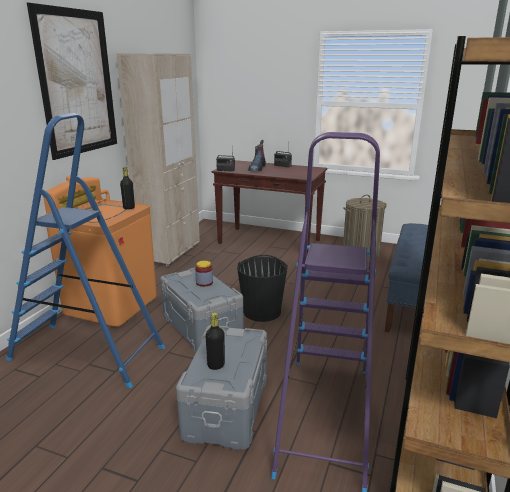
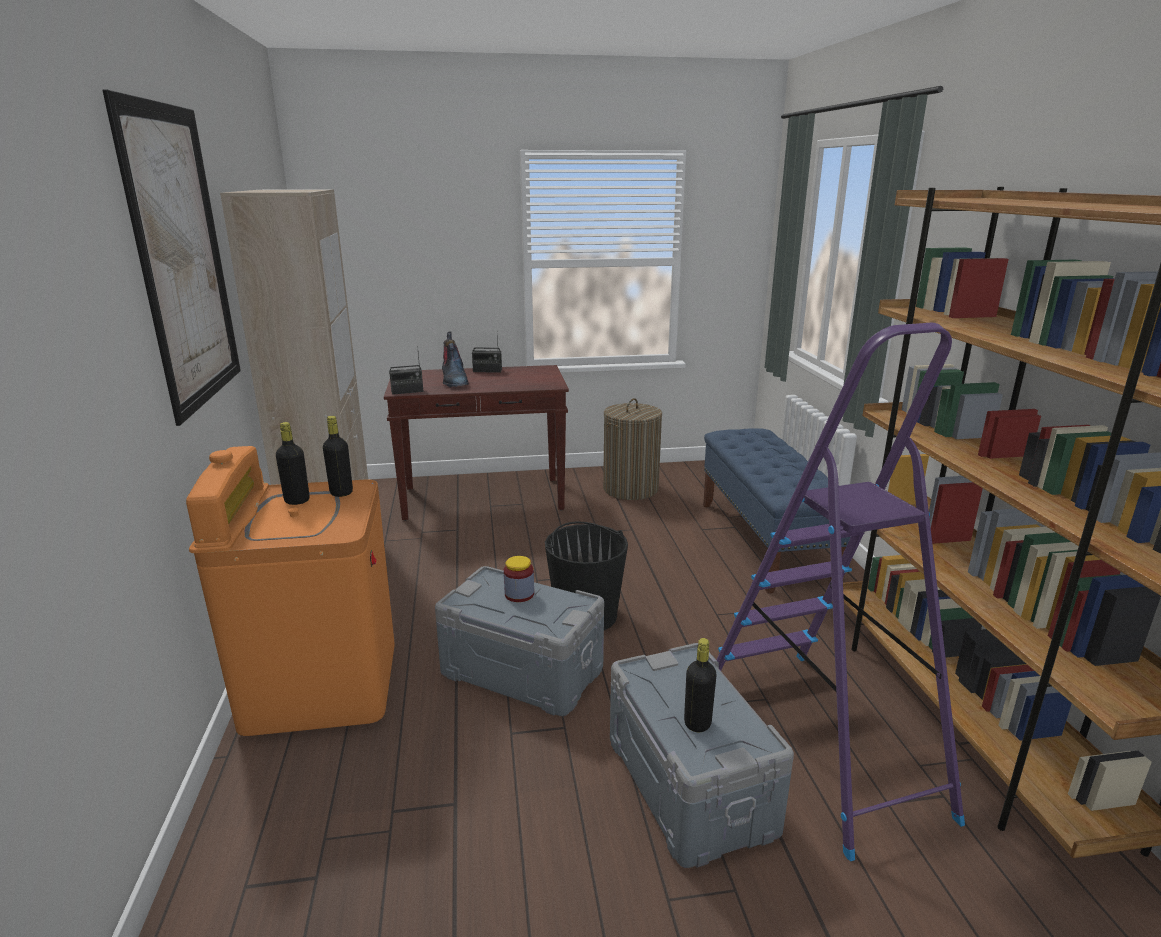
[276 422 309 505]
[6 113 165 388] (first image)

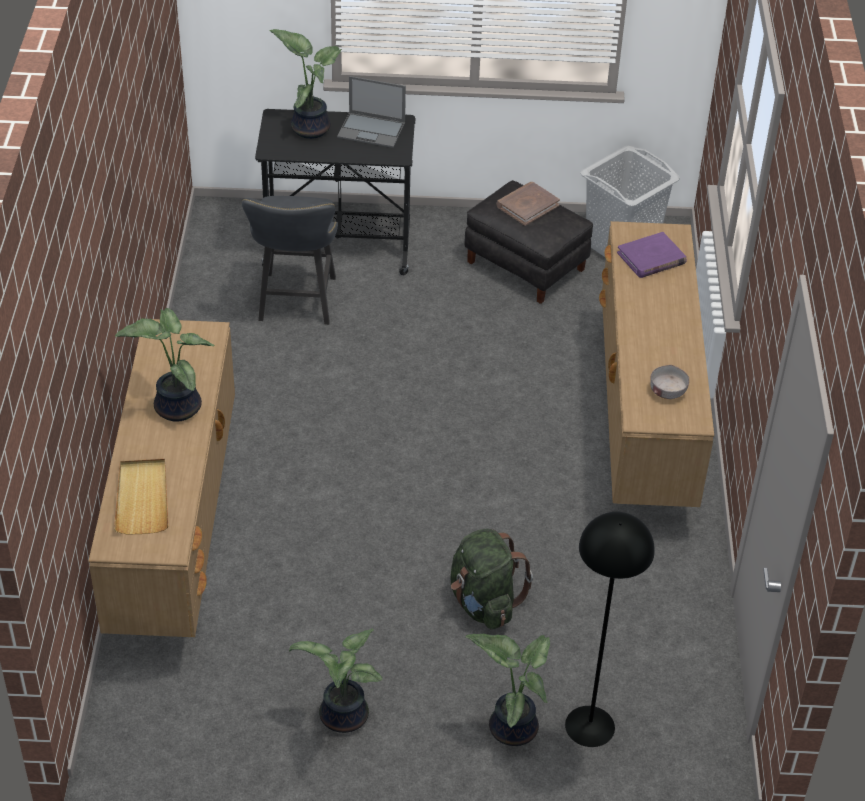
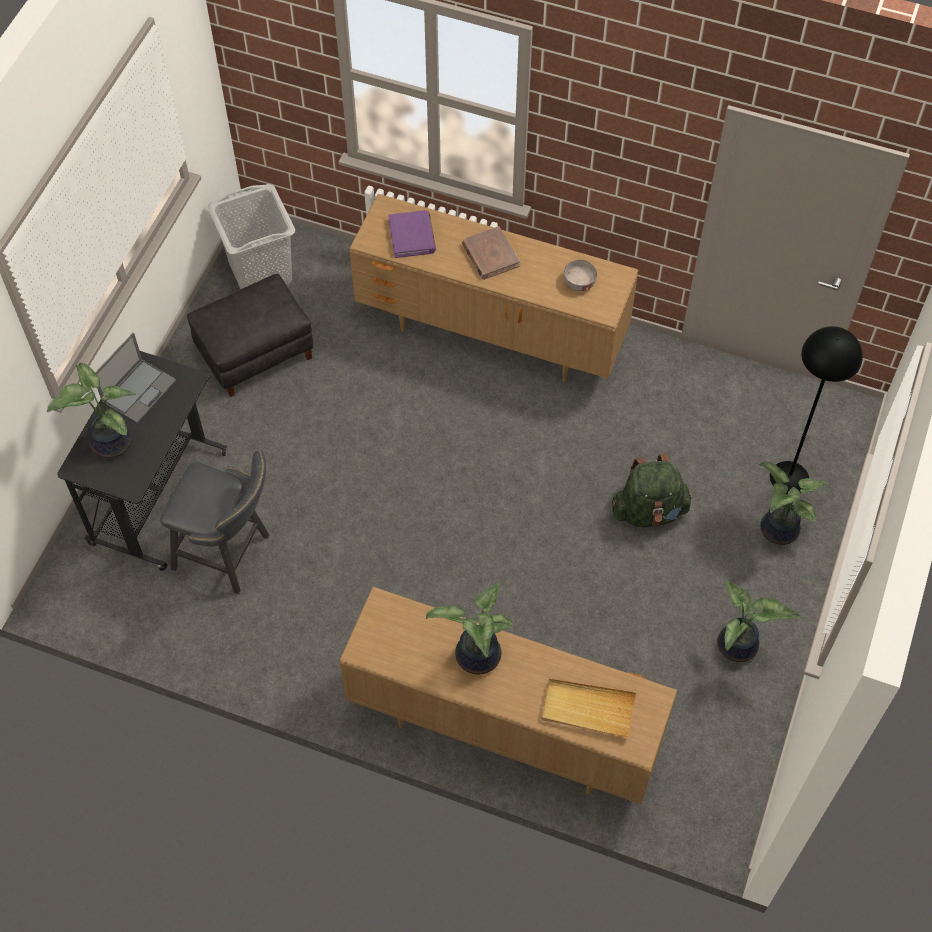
[462 226 520 280]

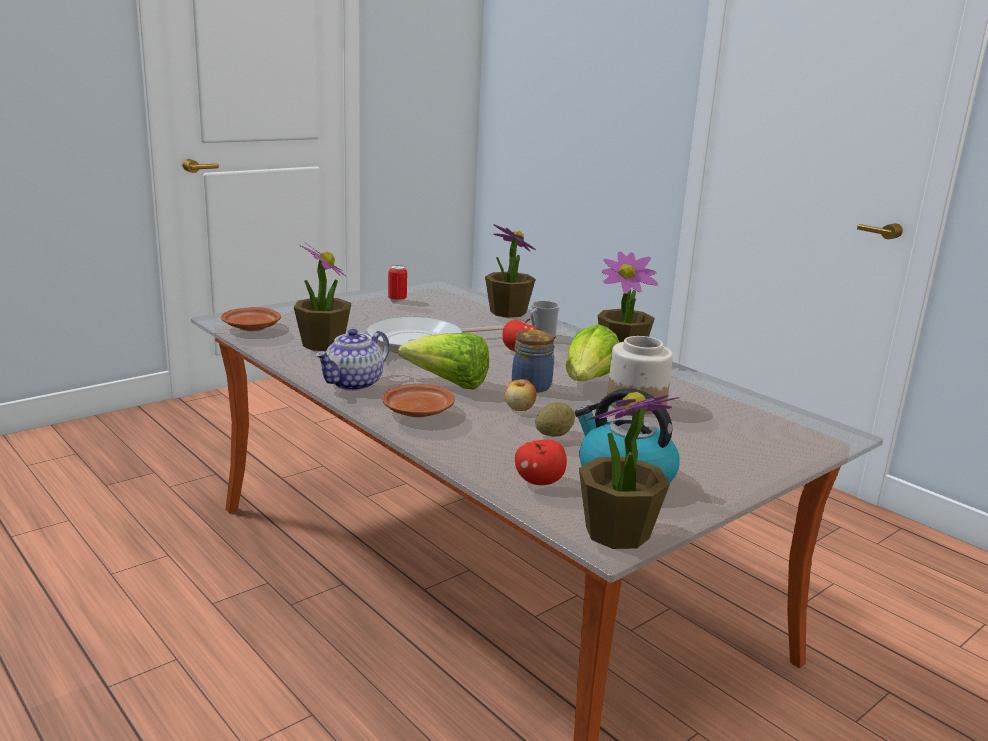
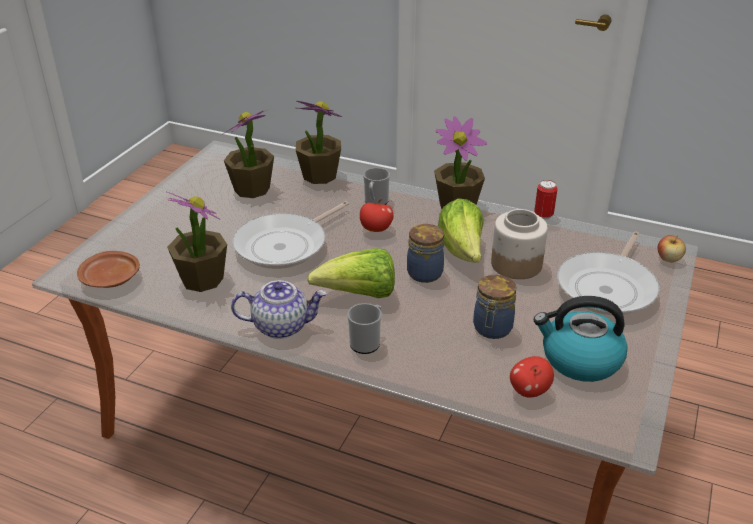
[223 110 274 198]
[231 280 327 339]
[347 303 382 354]
[473 275 517 339]
[534 180 558 220]
[557 232 660 315]
[657 235 686 263]

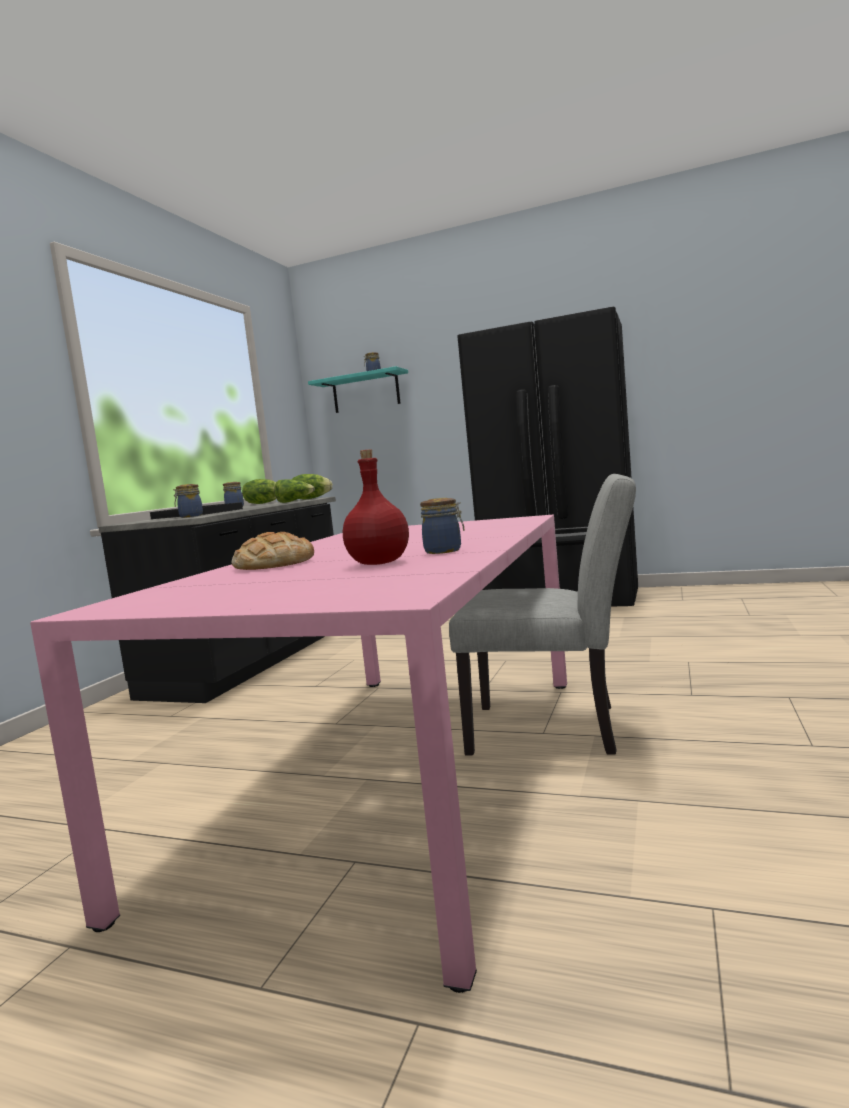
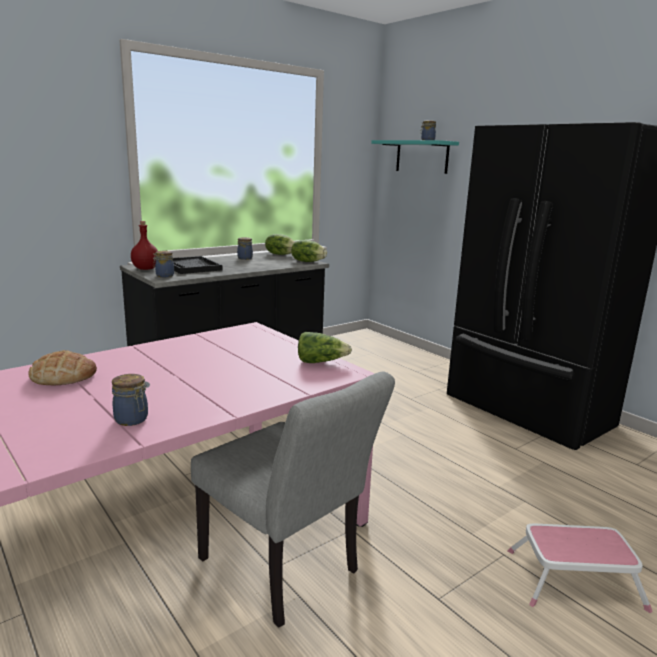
[131 221 158 270]
[298 332 352 363]
[507 524 652 613]

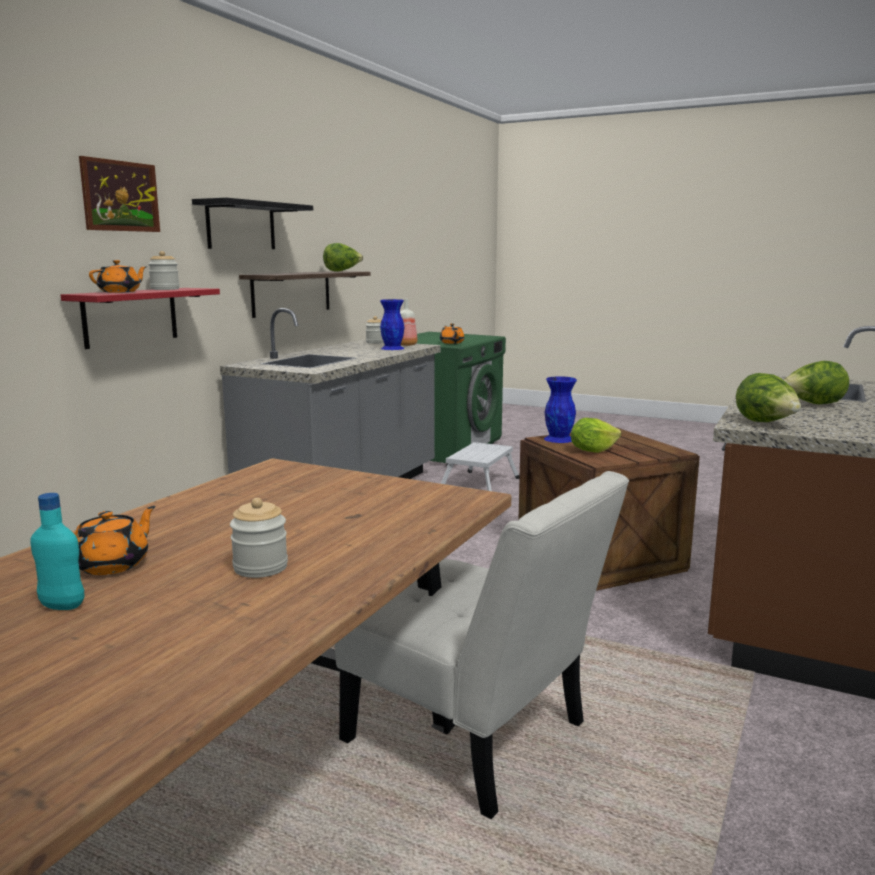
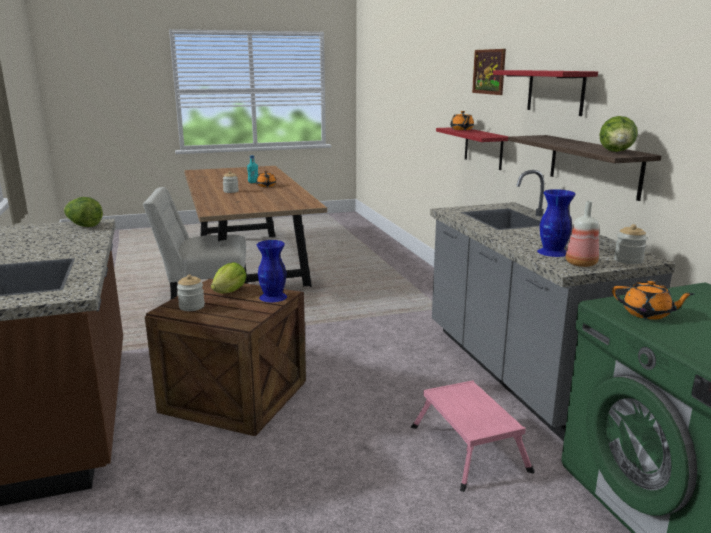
[177 275 205 311]
[410 380 535 492]
[493 70 598 116]
[783 361 849 405] (first image)

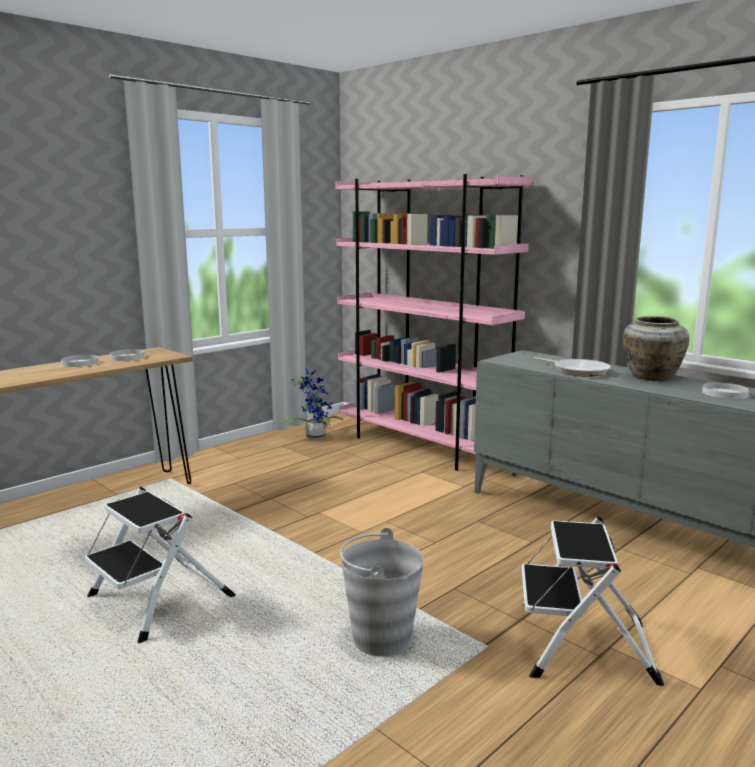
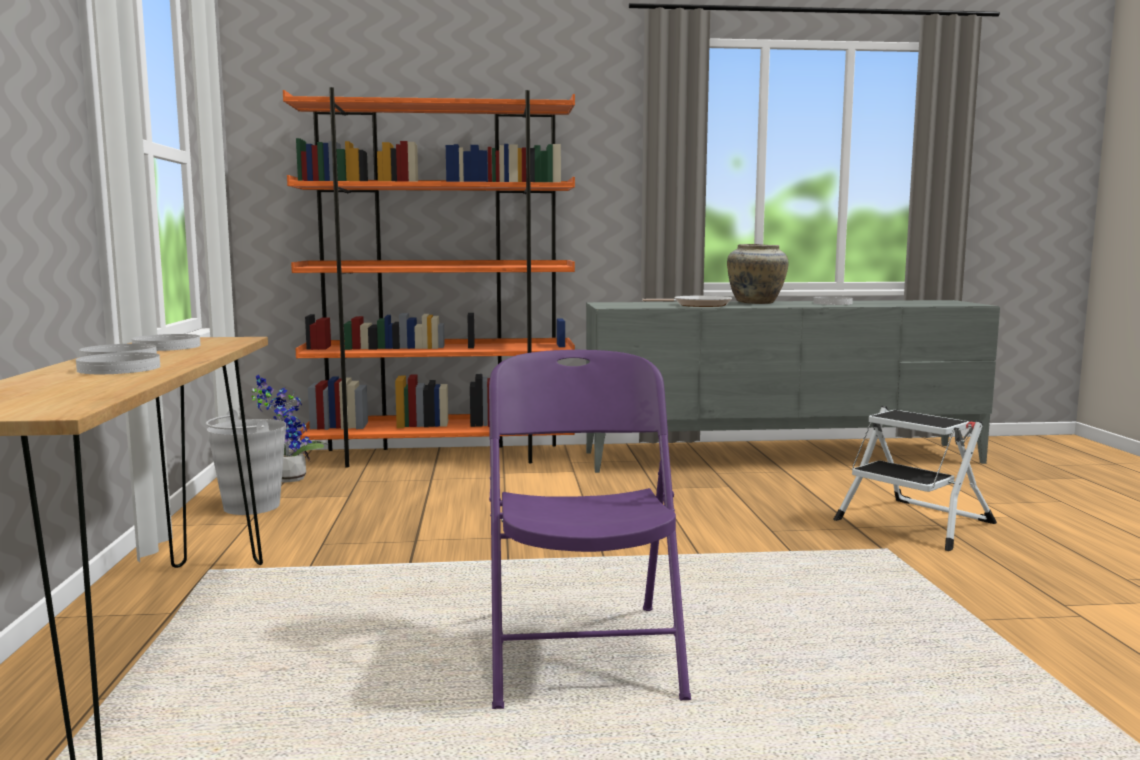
[76 352 160 374]
[206 410 286 515]
[283 87 575 468]
[489 350 691 709]

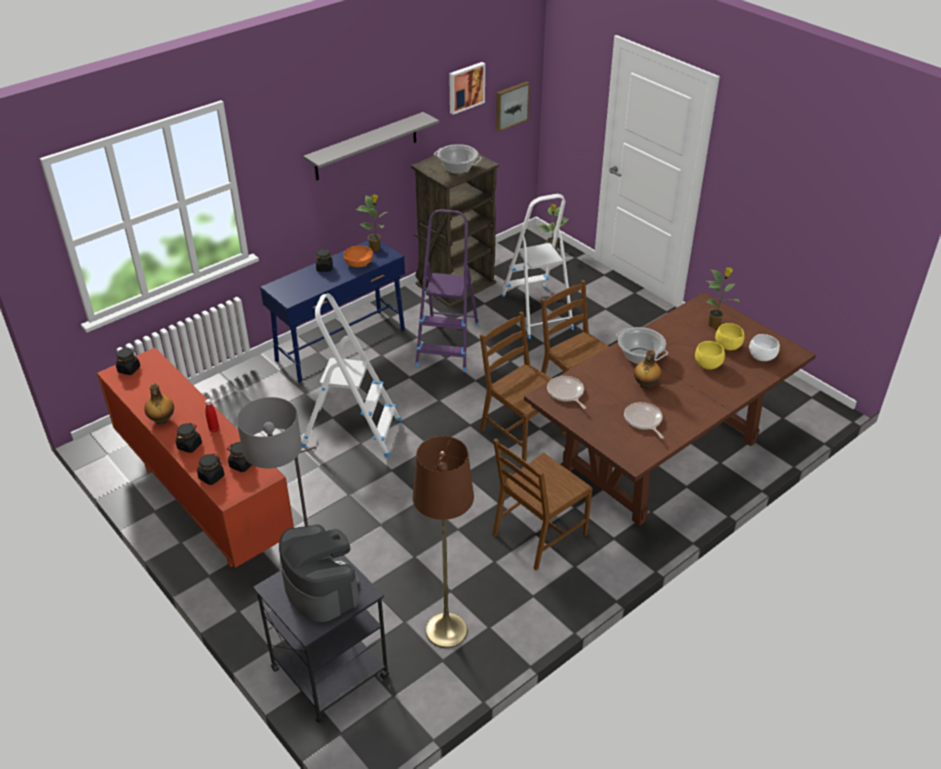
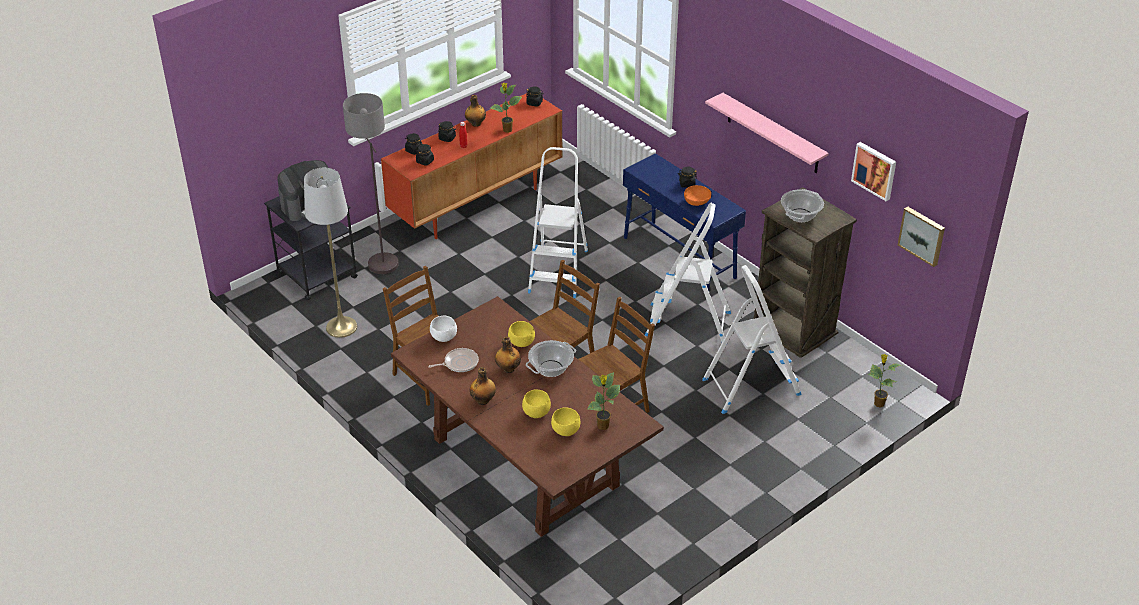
[304 168 357 338]
[430 316 457 342]
[470 367 496 405]
[490 83 522 133]
[508 321 535 347]
[645 203 731 345]
[705 93 829 173]
[547 376 586 409] (first image)

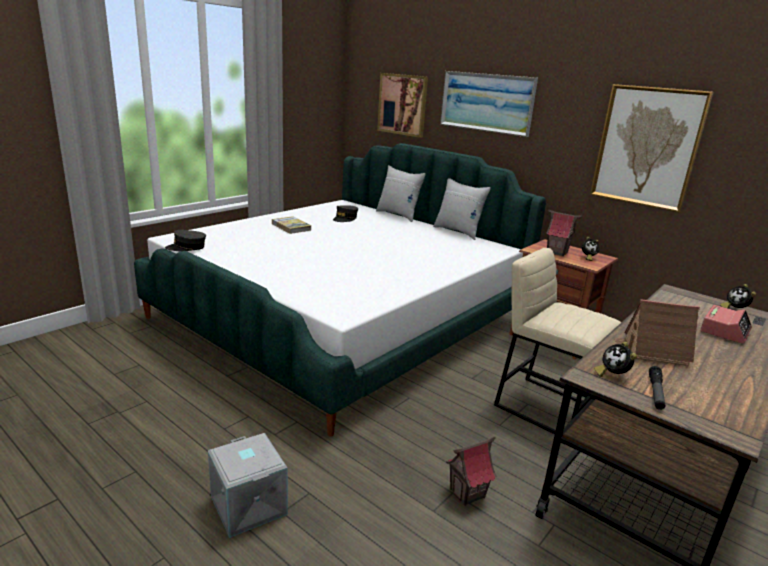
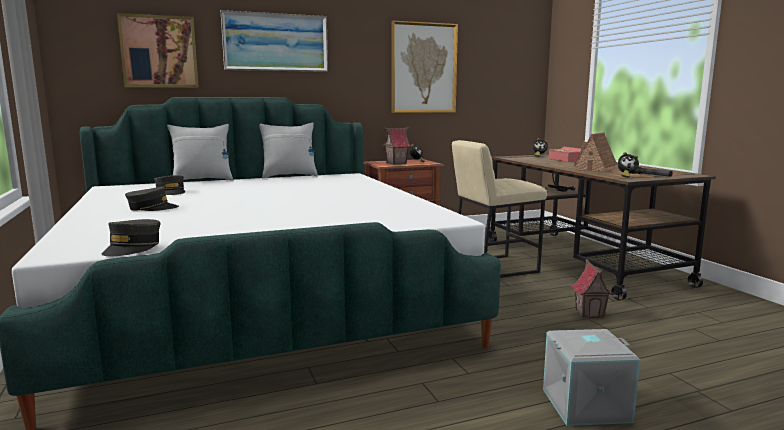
[125 186 179 211]

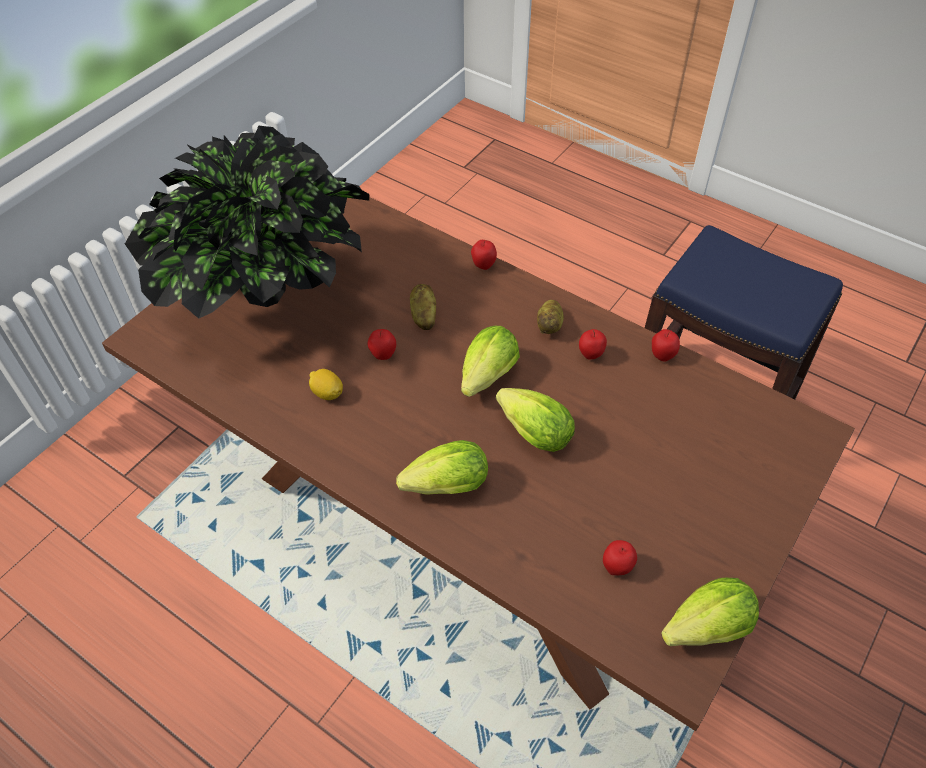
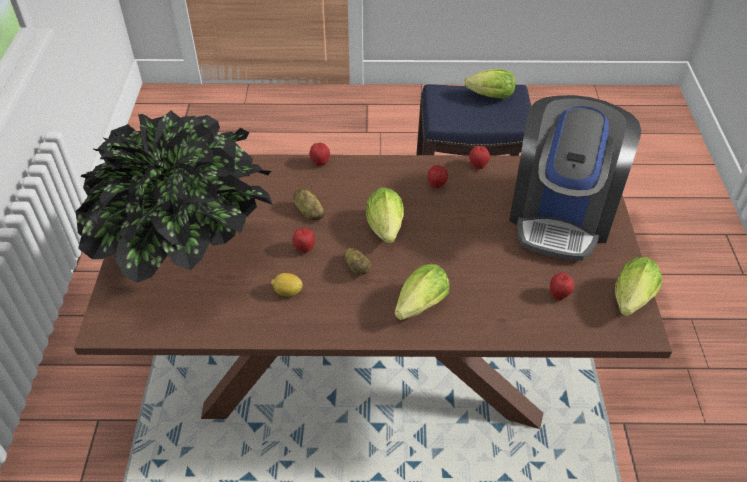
[344 248 371 277]
[464 69 516 99]
[509 95 641 261]

